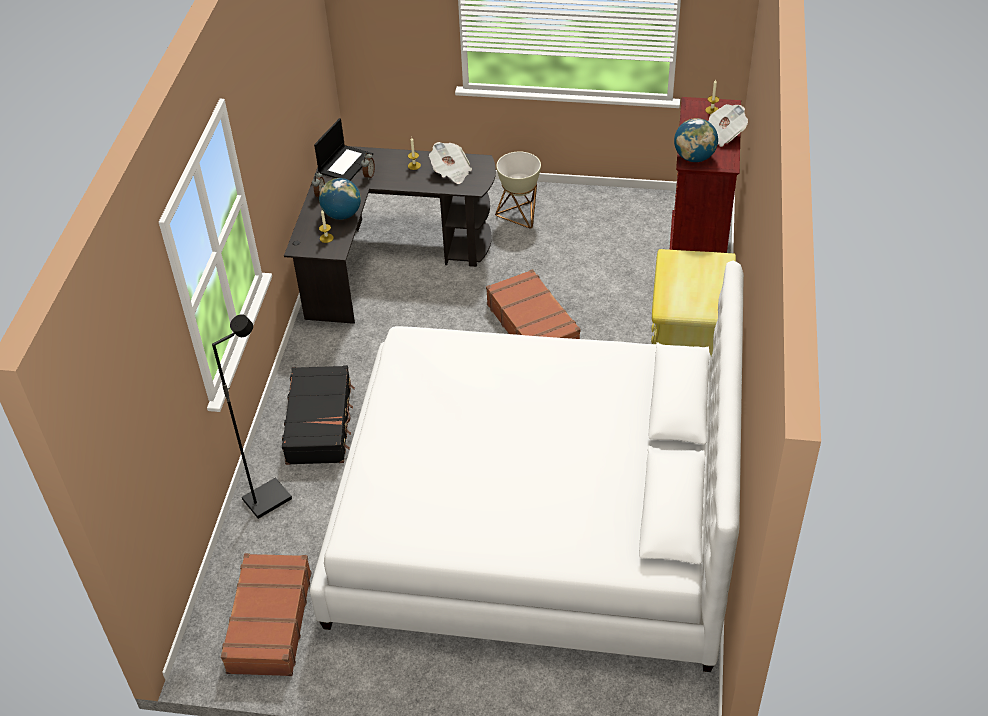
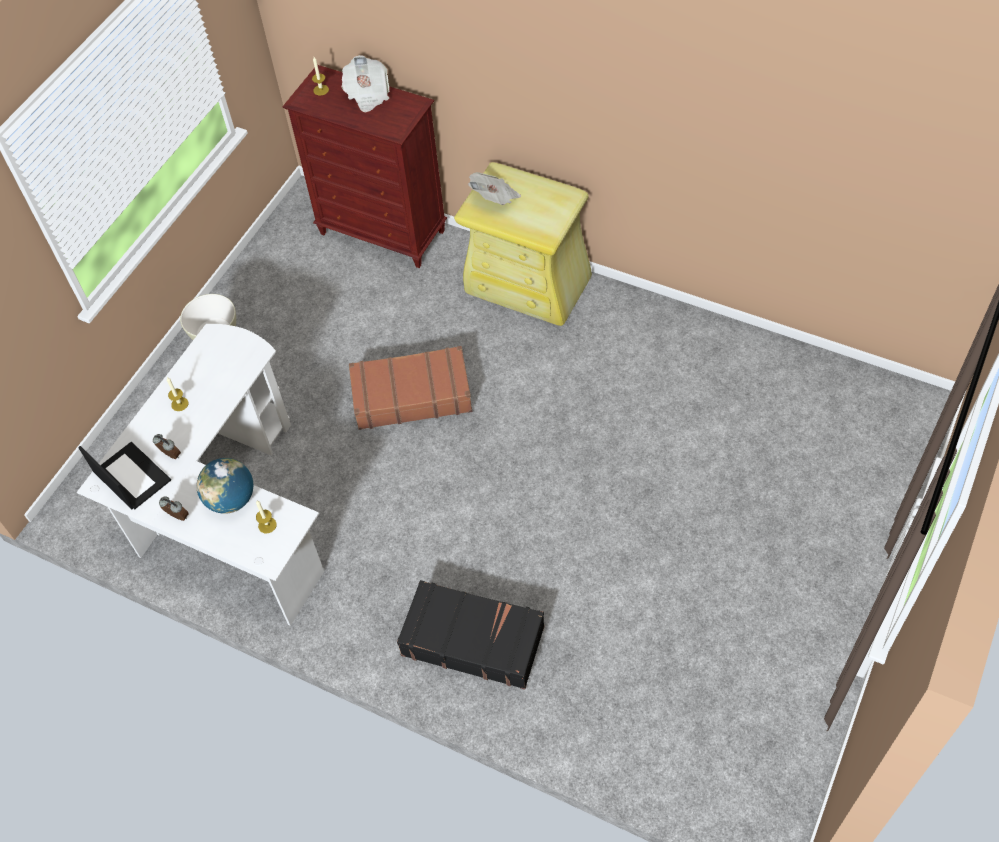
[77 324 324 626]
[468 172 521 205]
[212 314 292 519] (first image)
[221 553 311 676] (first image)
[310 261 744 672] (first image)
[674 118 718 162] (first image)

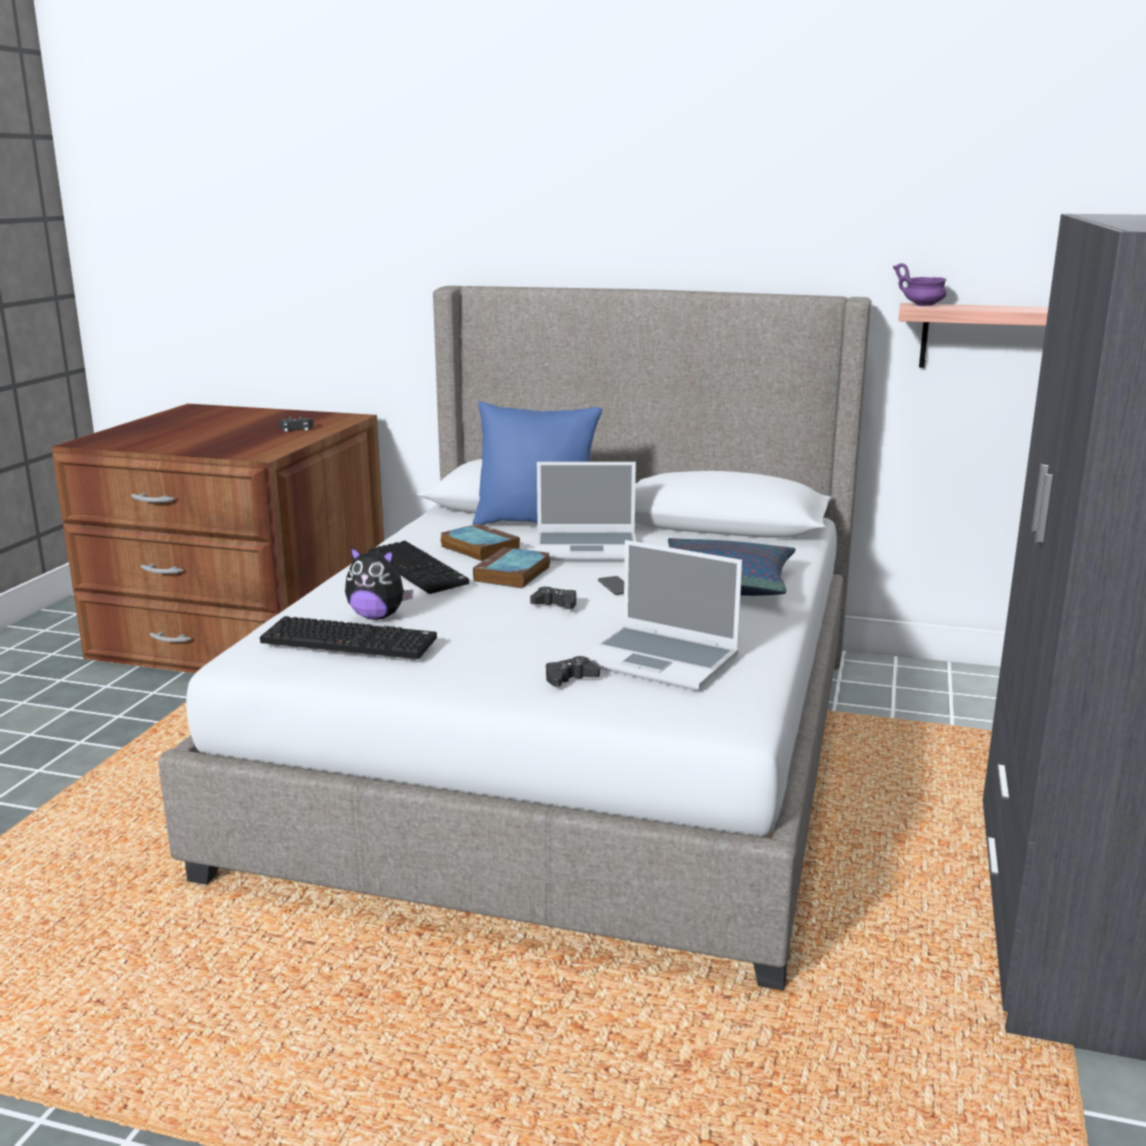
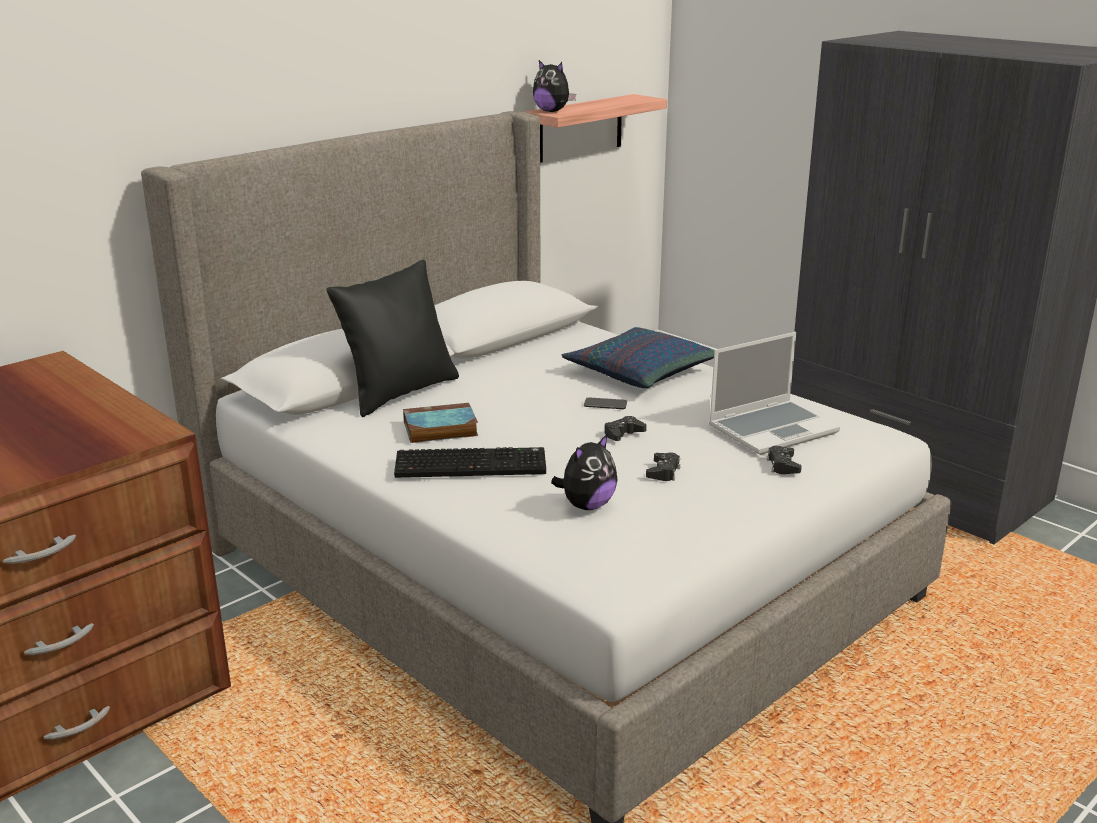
[327 260 459 417]
[533 60 576 112]
[646 452 680 481]
[260 616 437 659] (first image)
[473 547 550 588] (first image)
[536 462 636 561] (first image)

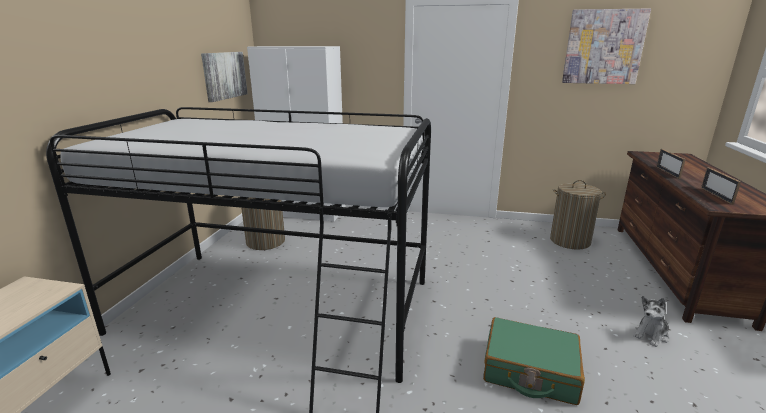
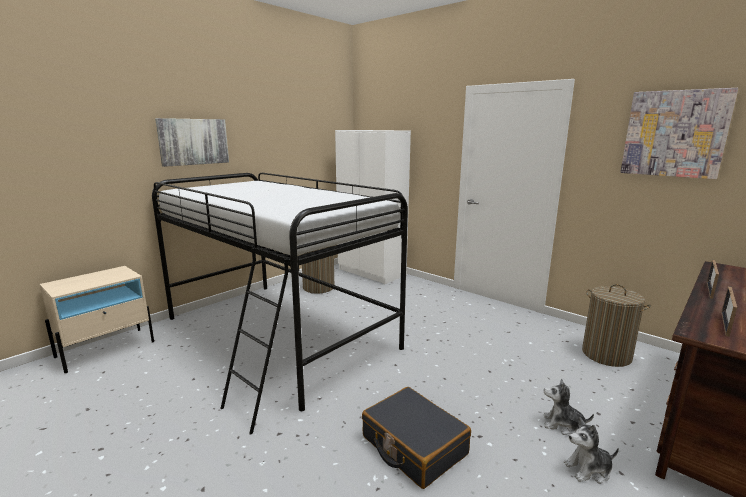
[155 118 229 167]
[362 387 471 489]
[544 379 594 435]

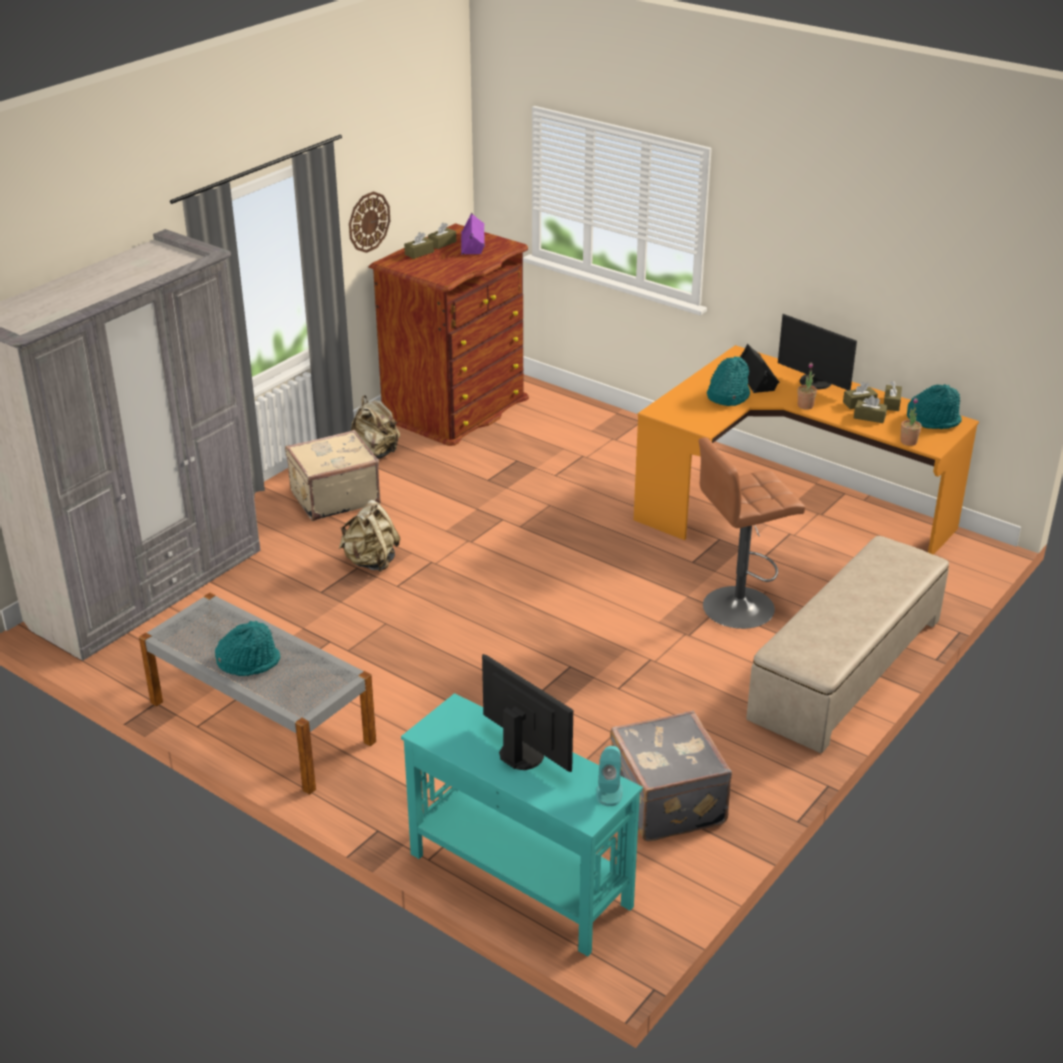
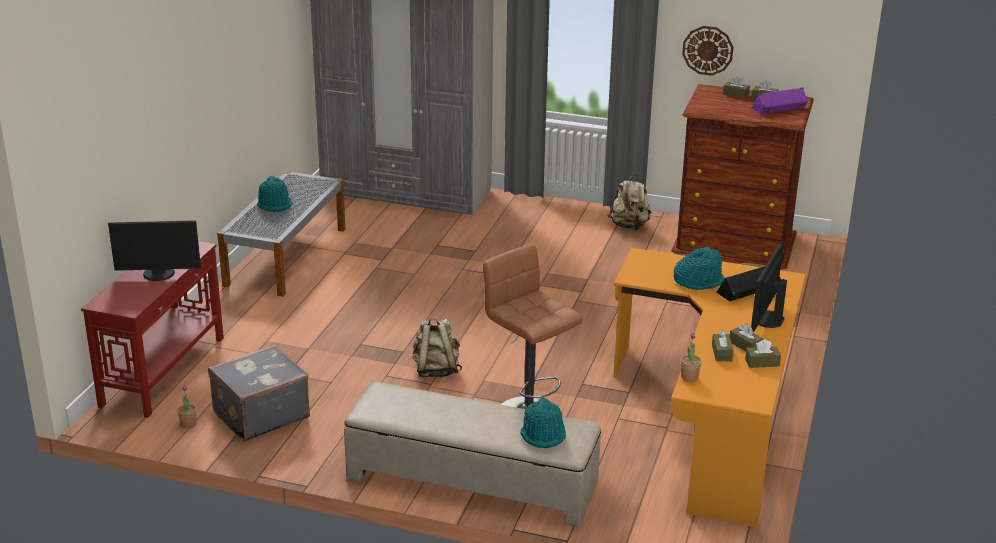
[81 241 224 418]
[108 220 201 281]
[177 385 196 429]
[412 318 462 377]
[520 398 566 448]
[285 430 380 521] (first image)
[596 746 623 806] (first image)

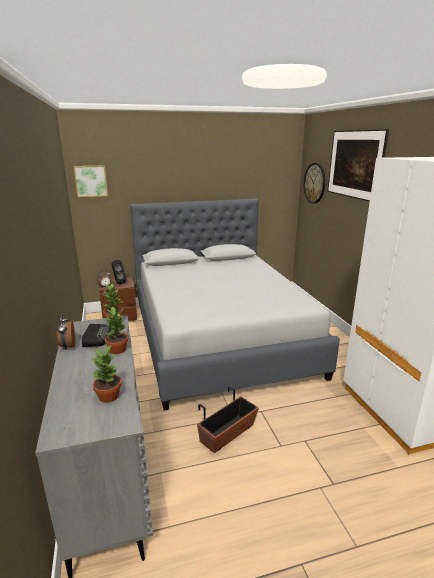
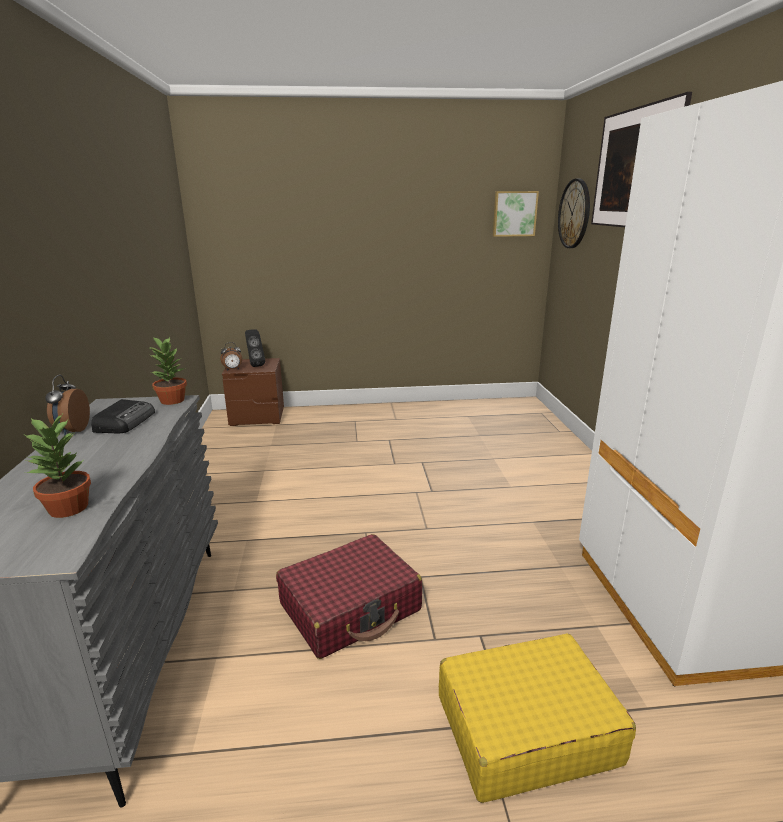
[276 534 422 659]
[439 633 636 803]
[493 191 539 237]
[105 307 128 354] (first image)
[130 199 340 410] (first image)

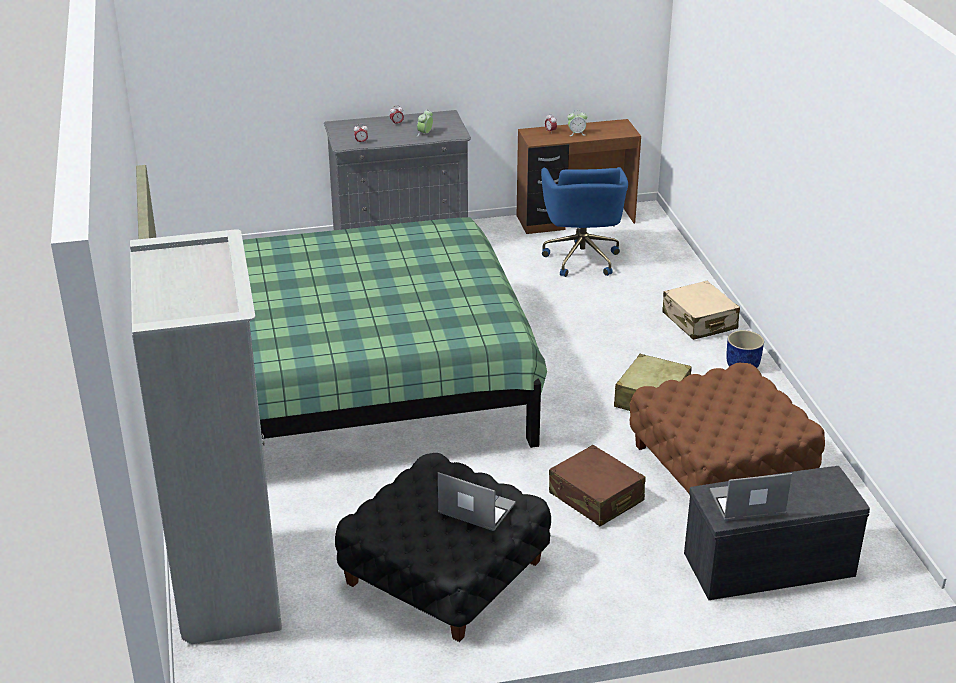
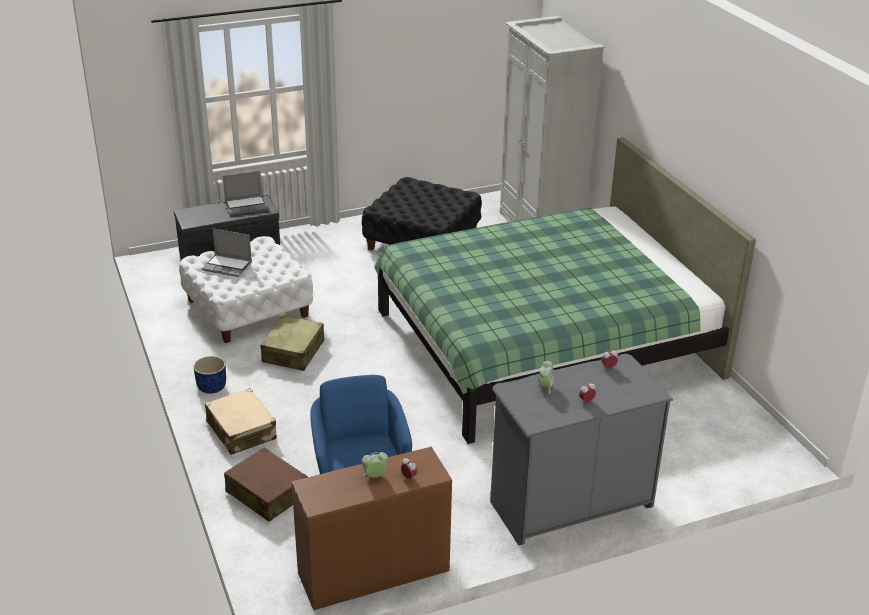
[179 236 313 343]
[202 228 252 277]
[224 448 308 522]

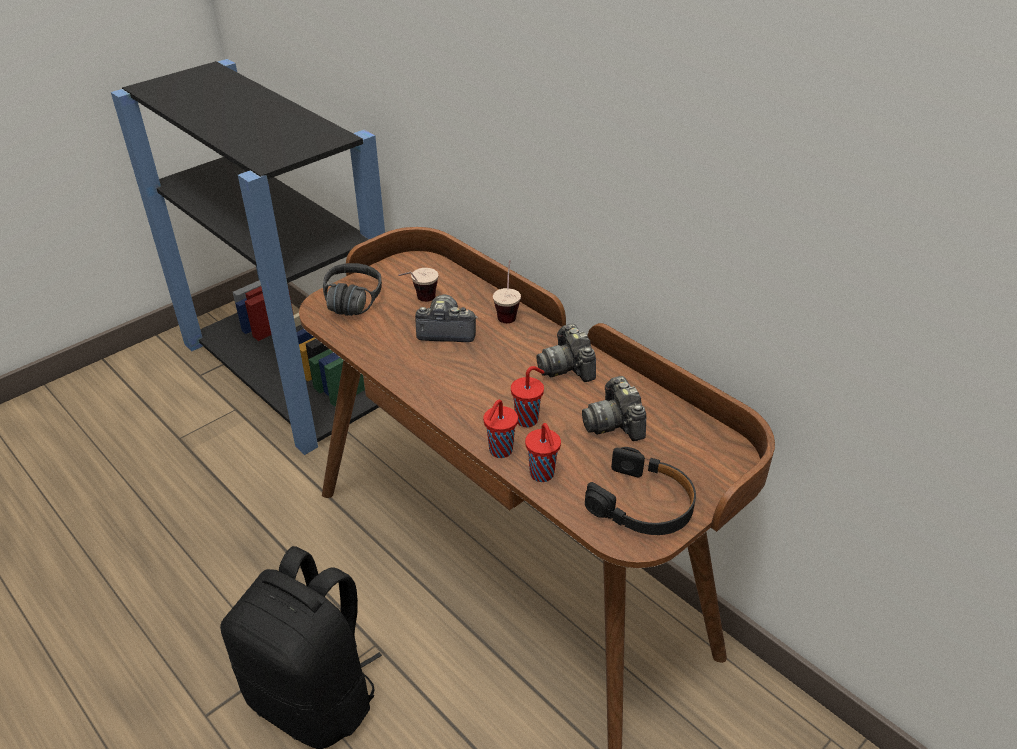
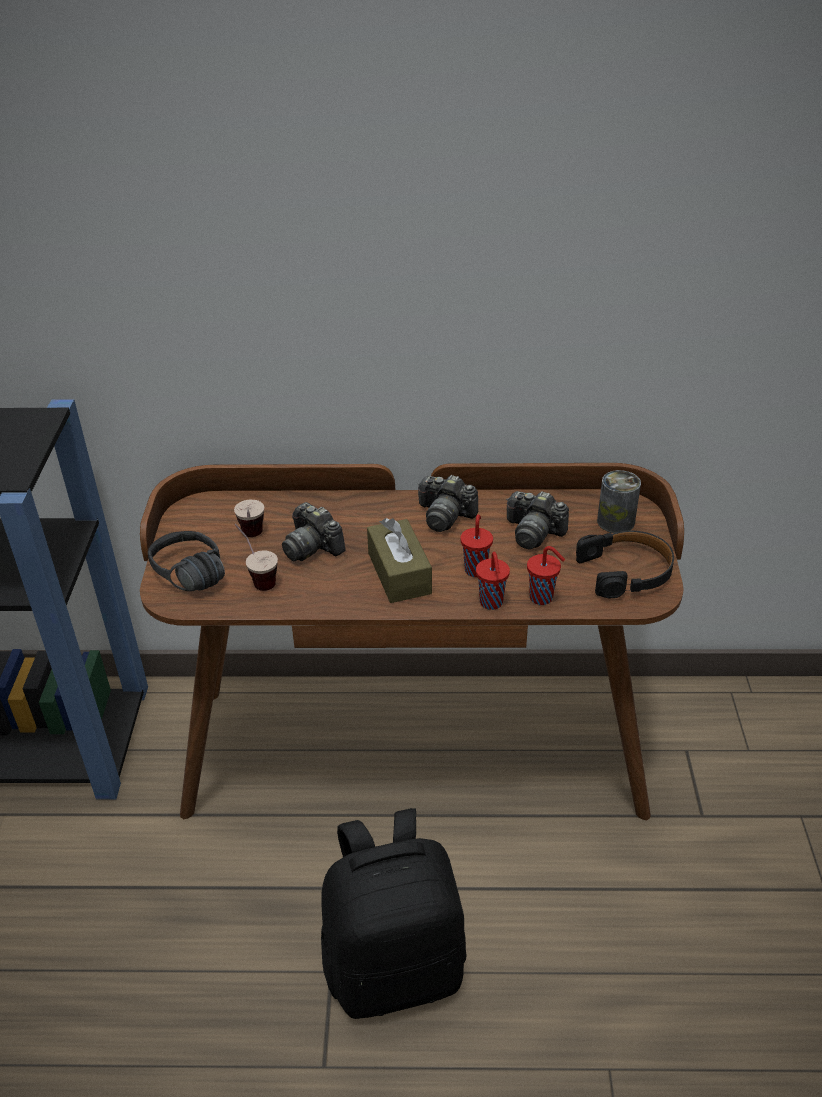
[235 524 278 591]
[282 502 346 561]
[367 518 432 603]
[597 470 641 533]

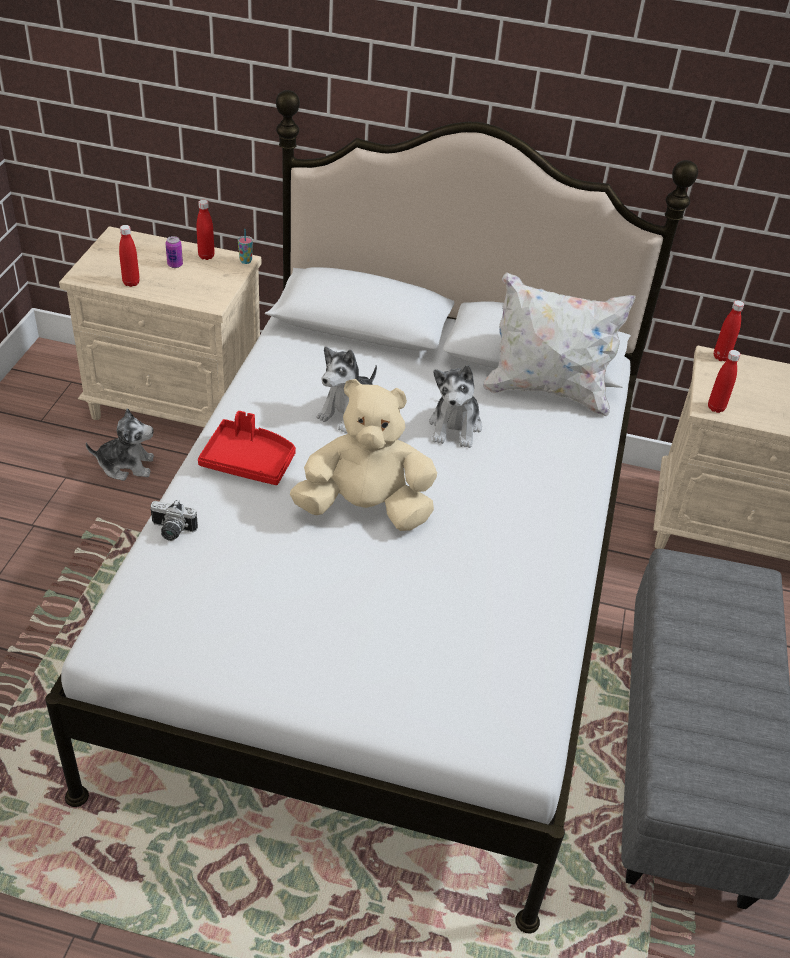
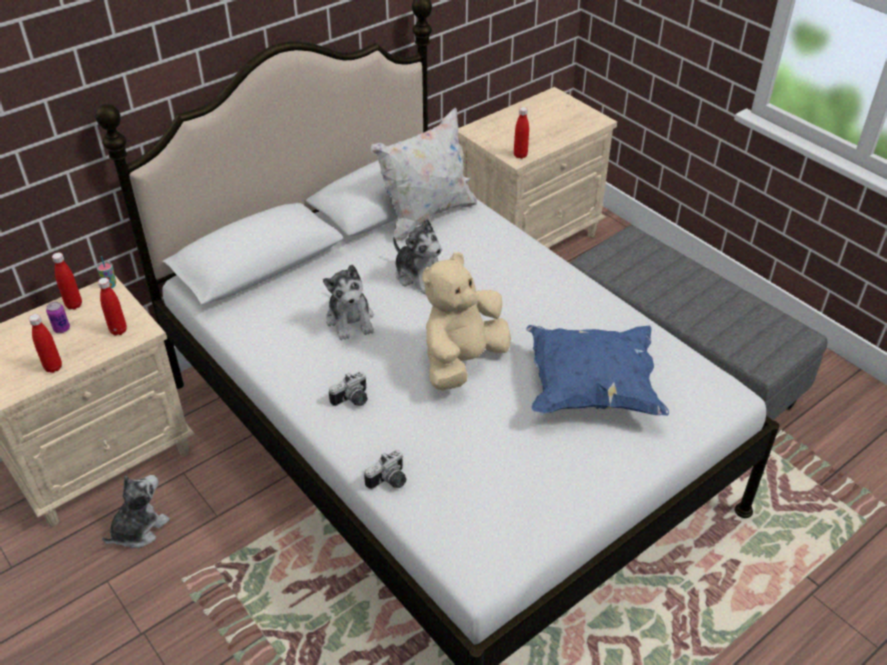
[98 278 127 335]
[329 371 368 406]
[526 325 669 416]

